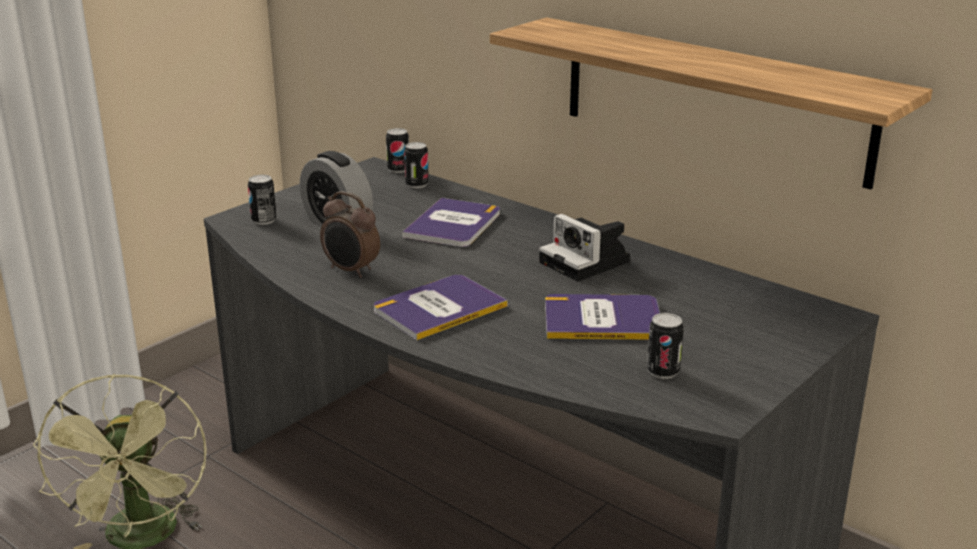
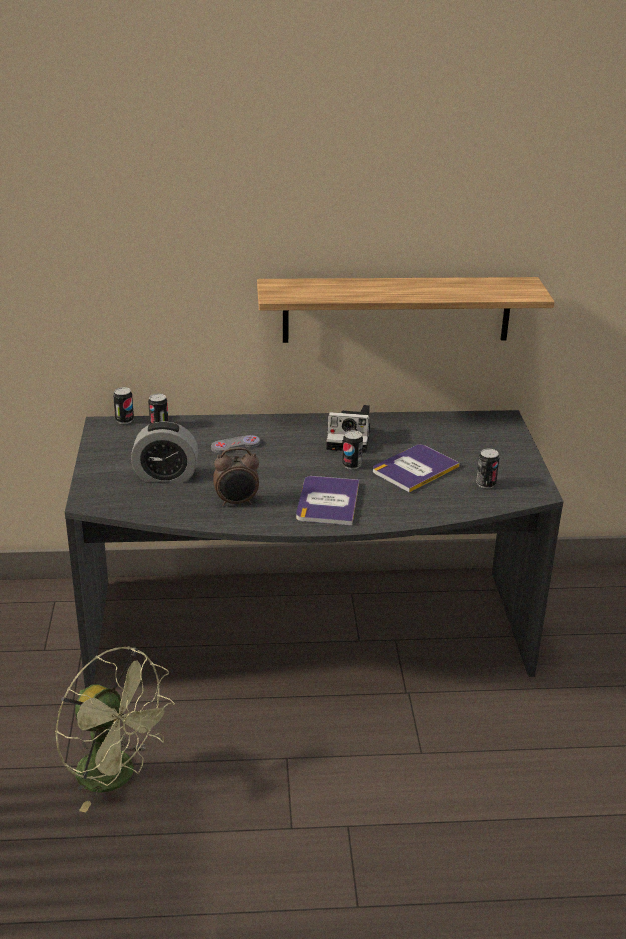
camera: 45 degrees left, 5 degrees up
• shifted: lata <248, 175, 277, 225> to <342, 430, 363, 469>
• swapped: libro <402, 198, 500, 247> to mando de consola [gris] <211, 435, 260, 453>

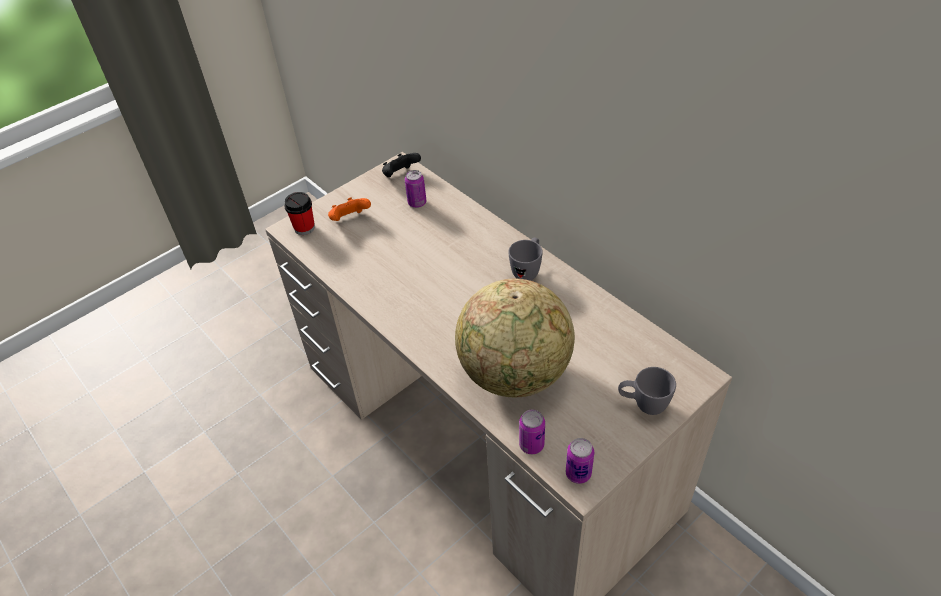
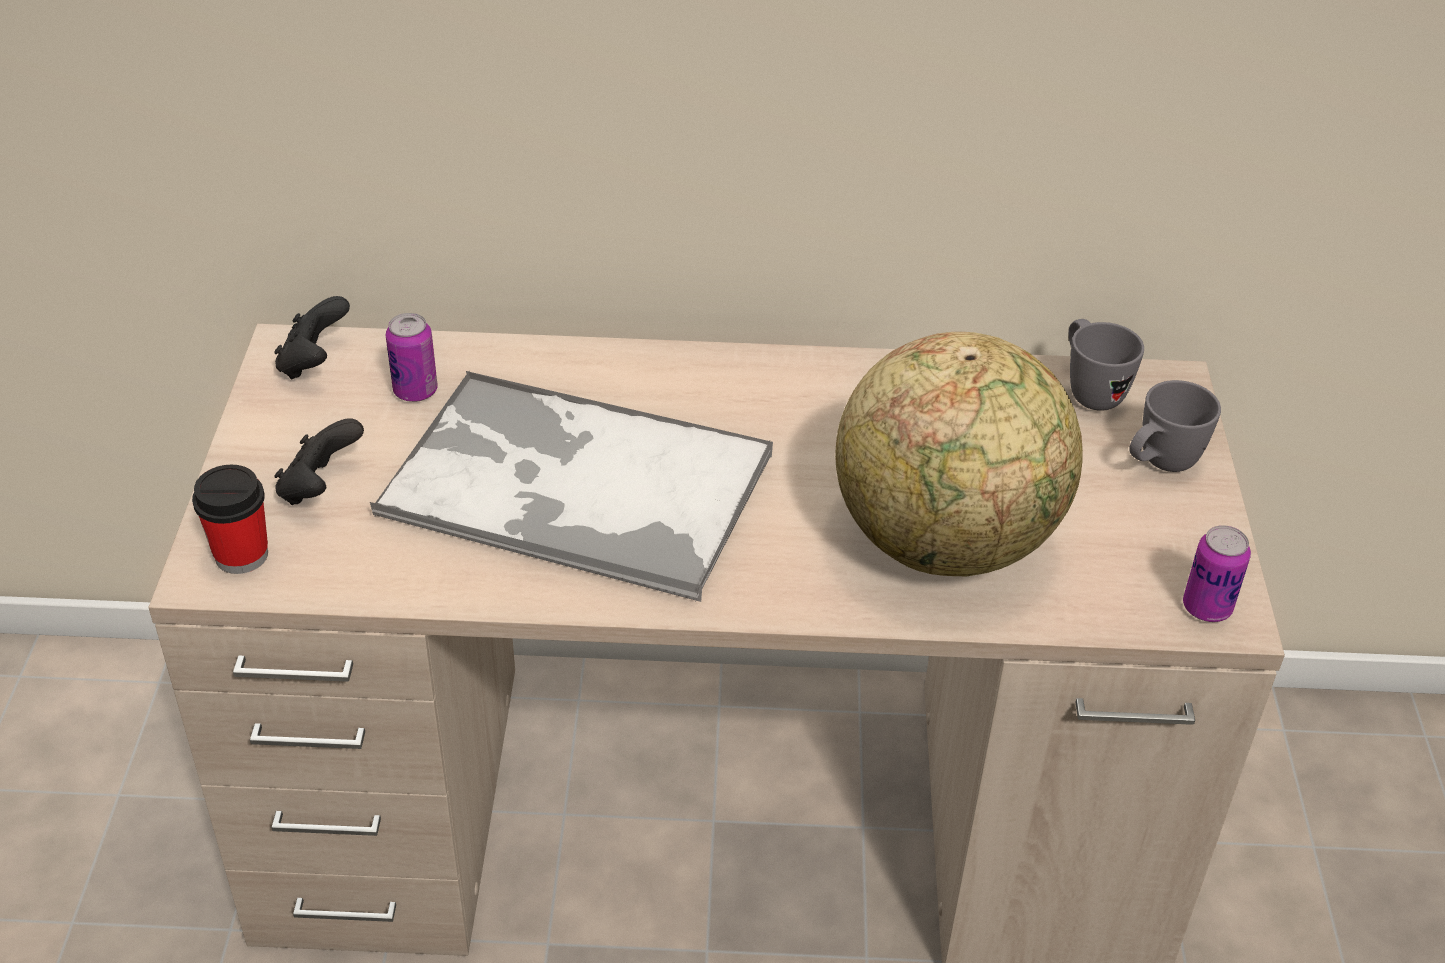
camera: 50 degrees left, 5 degrees down
• repainted: mando de consola [naranja] <328, 198, 371, 221> to mando de consola [negro] <274, 418, 364, 505>
• shifted: taza grande [gris] <508, 237, 543, 281> to <1069, 319, 1144, 411>
• gone: lata <519, 409, 545, 454>
• new: bandeja <370, 371, 773, 602>

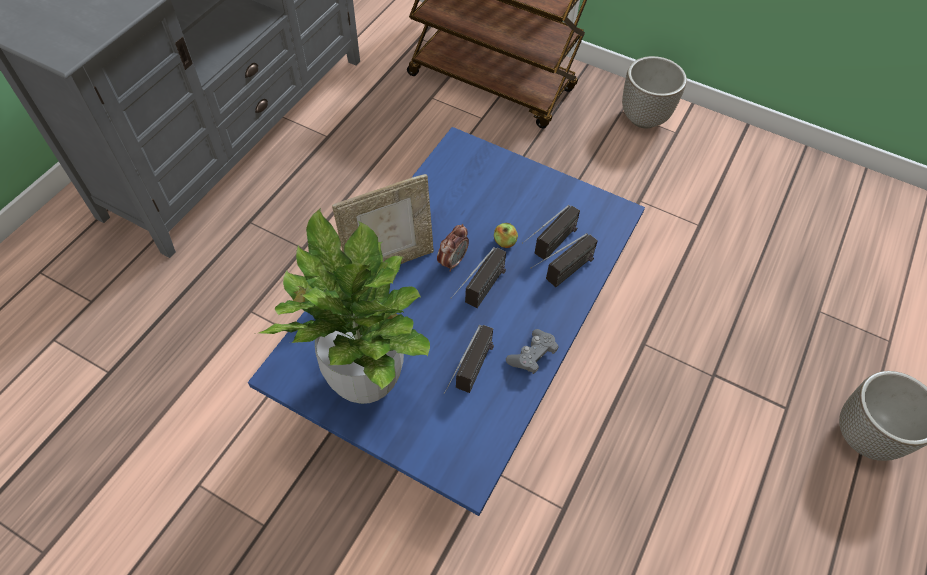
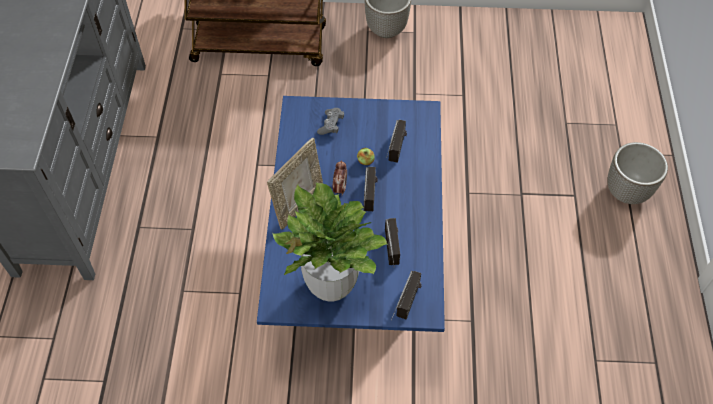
camera: 25 degrees left, 0 degrees up
• shifted: mando de consola [gris] <506, 329, 558, 374> to <317, 108, 344, 135>
• shifted: radio <530, 233, 598, 287> to <391, 271, 422, 321>

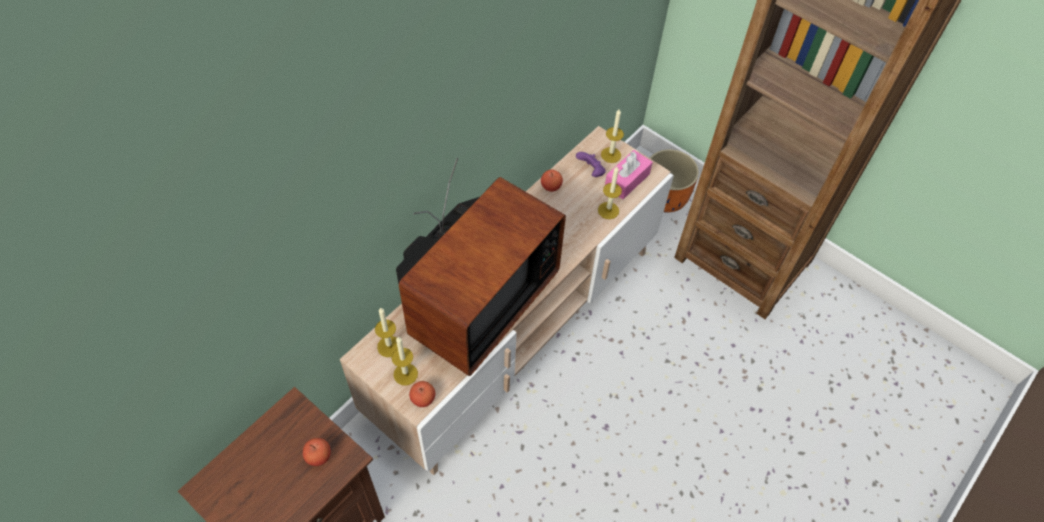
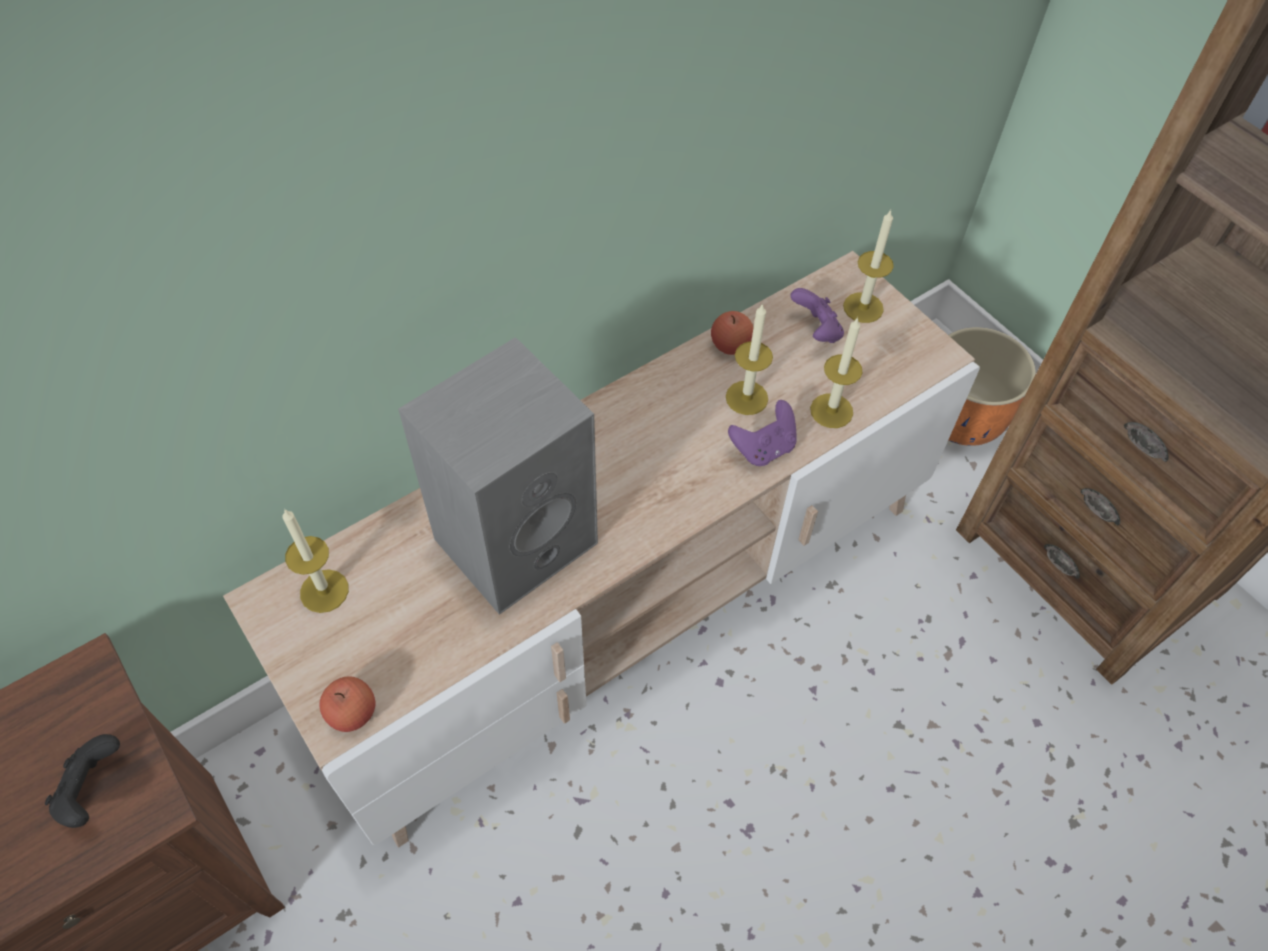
camera: 15 degrees right, 0 degrees up
• swapped: manzana <303, 438, 331, 466> to mando de consola [negro] <45, 734, 120, 828>
• shifted: vela <392, 336, 418, 386> to <726, 303, 773, 415>
• swapped: televisor <396, 158, 566, 376> to altavoz [gris] <398, 337, 598, 615>
• gone: caja de pañuelos [rosa] <605, 150, 653, 199>
• new: mando de consola [morado] <728, 400, 797, 466>

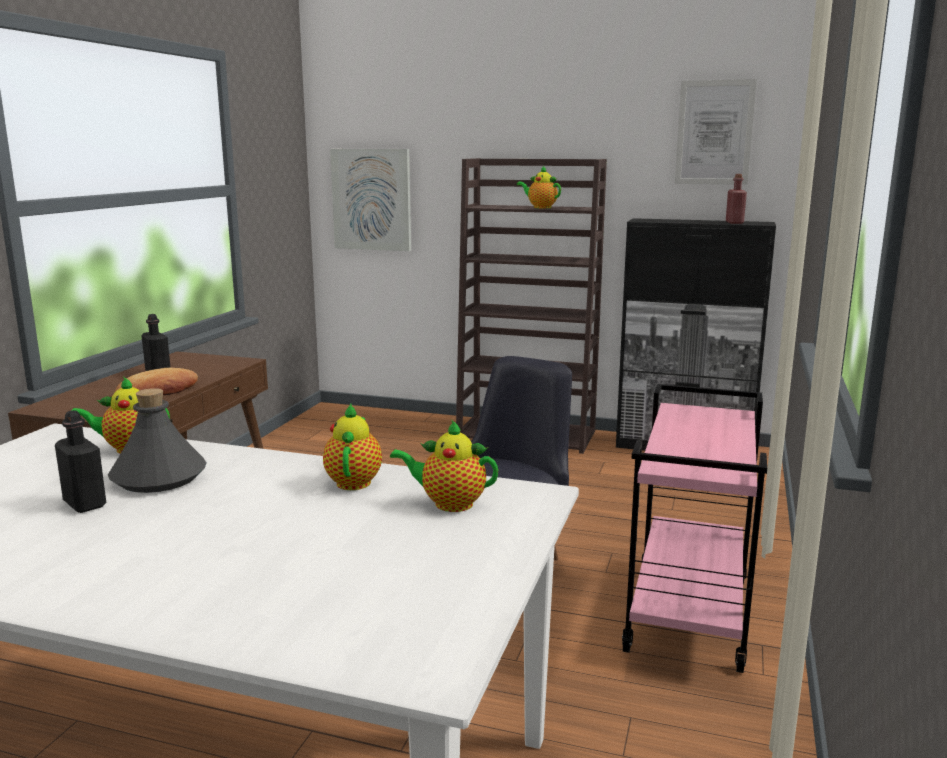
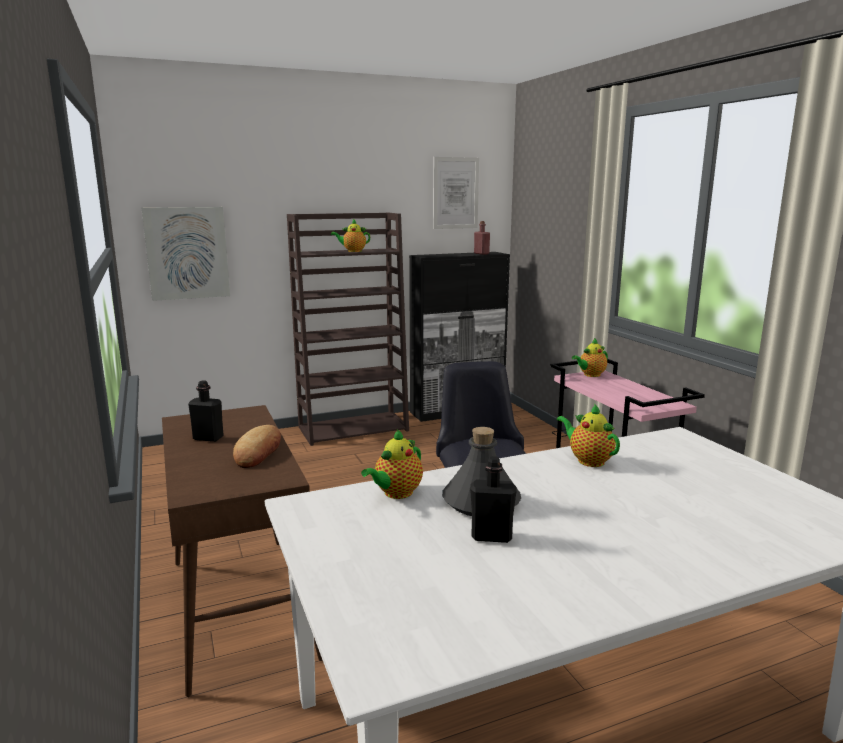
camera: 40 degrees left, 0 degrees up
• shifted: tetera <390, 420, 498, 512> to <572, 338, 608, 377>

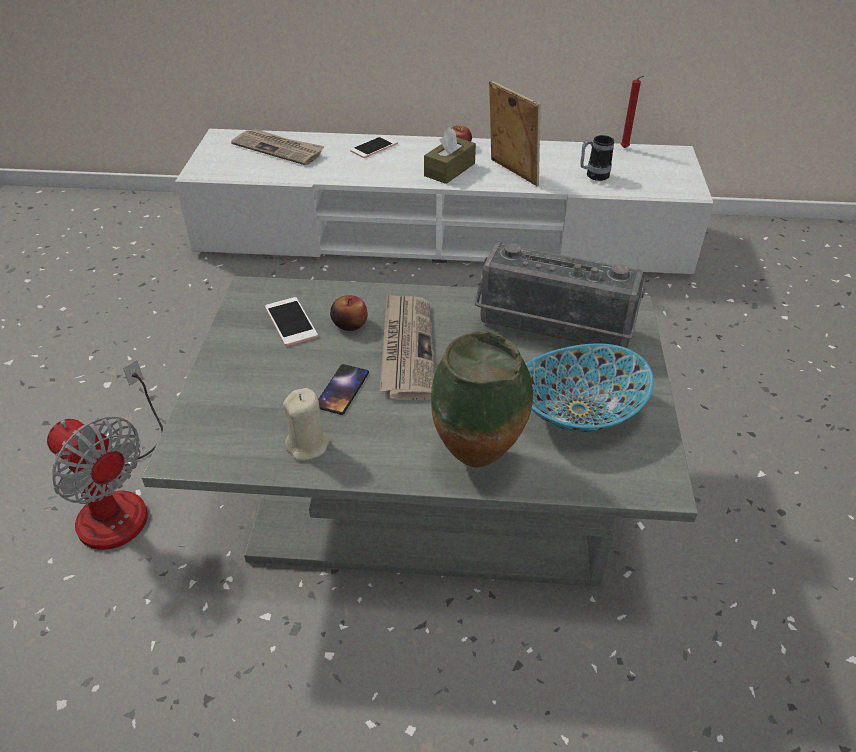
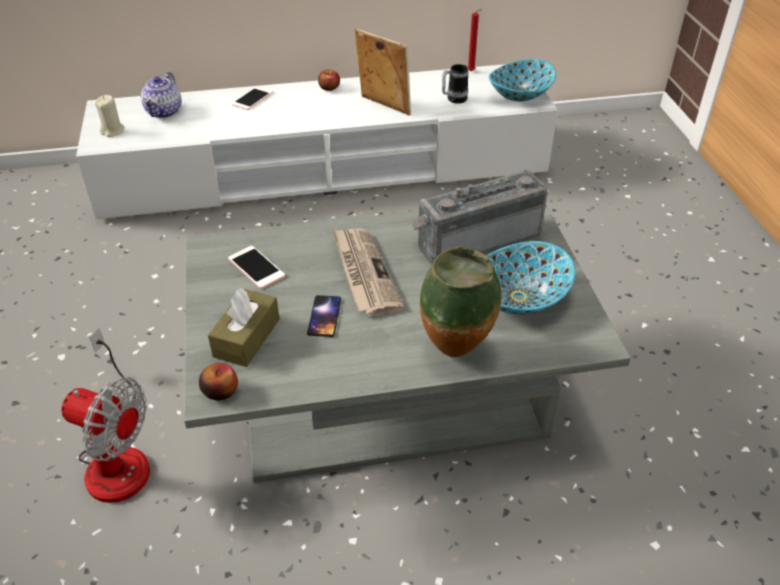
camera: 15 degrees left, 0 degrees up
• swapped: periódico <231, 129, 325, 165> to tetera <141, 72, 182, 118>
• shifted: vela [beis] <283, 388, 330, 461> to <95, 95, 125, 137>
• shifted: manzana <330, 295, 368, 331> to <199, 363, 238, 401>
• shifted: caja de pañuelos [marrón] <424, 127, 476, 184> to <208, 288, 279, 367>
• rotated: radio <475, 242, 645, 348> = <411, 170, 548, 264> 150 degrees clockwise
• new: cuenco <489, 59, 556, 102>

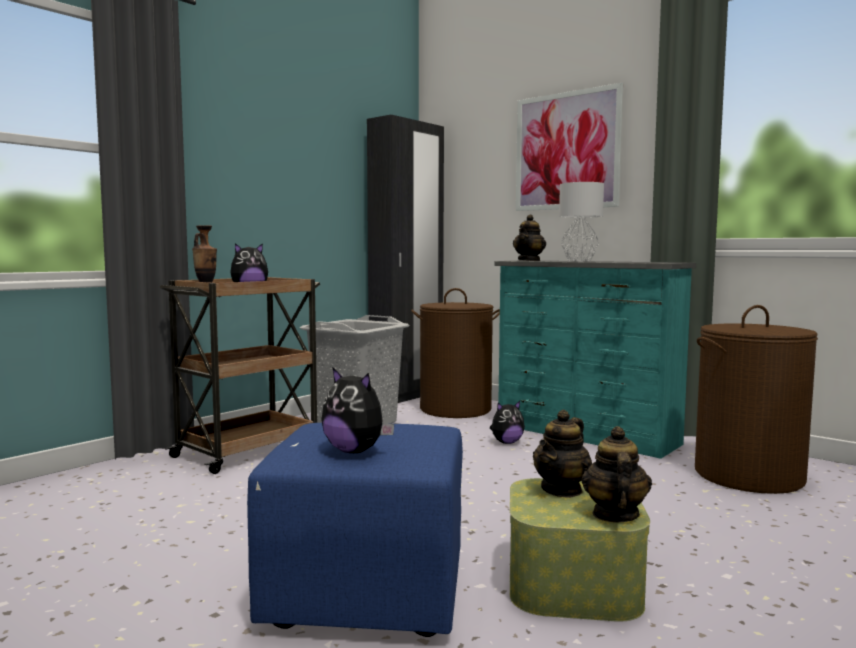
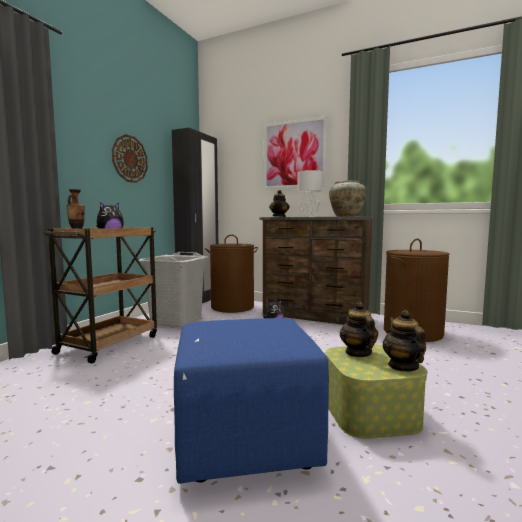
camera: 15 degrees left, 0 degrees up
• gone: peluche <321, 368, 394, 453>
• repainted: cómoda [turquesa] <494, 260, 696, 459> to cómoda [marrón] <259, 216, 375, 325>
• rotated: tetera <533, 409, 592, 498> = <340, 302, 378, 357> 150 degrees clockwise
• new: reloj de pared <112, 134, 148, 183>
• new: florero [beis] <329, 180, 366, 217>

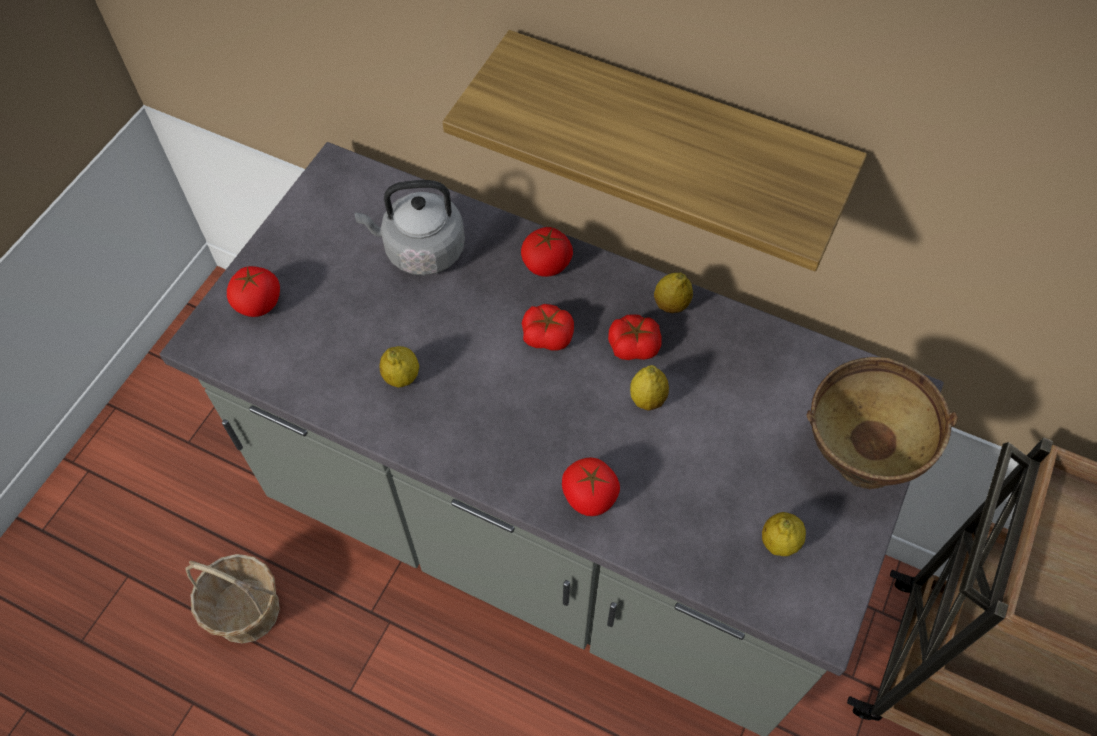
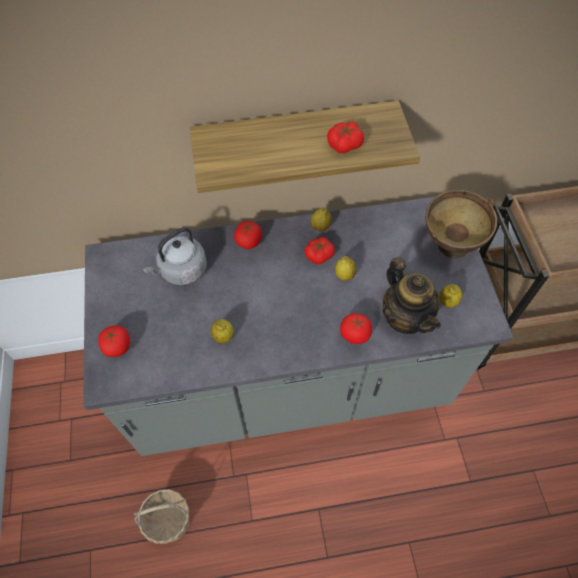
camera: 35 degrees left, 0 degrees up
• shifted: tomate <522, 304, 574, 350> to <327, 122, 364, 153>
• new: tetera <382, 257, 441, 334>

